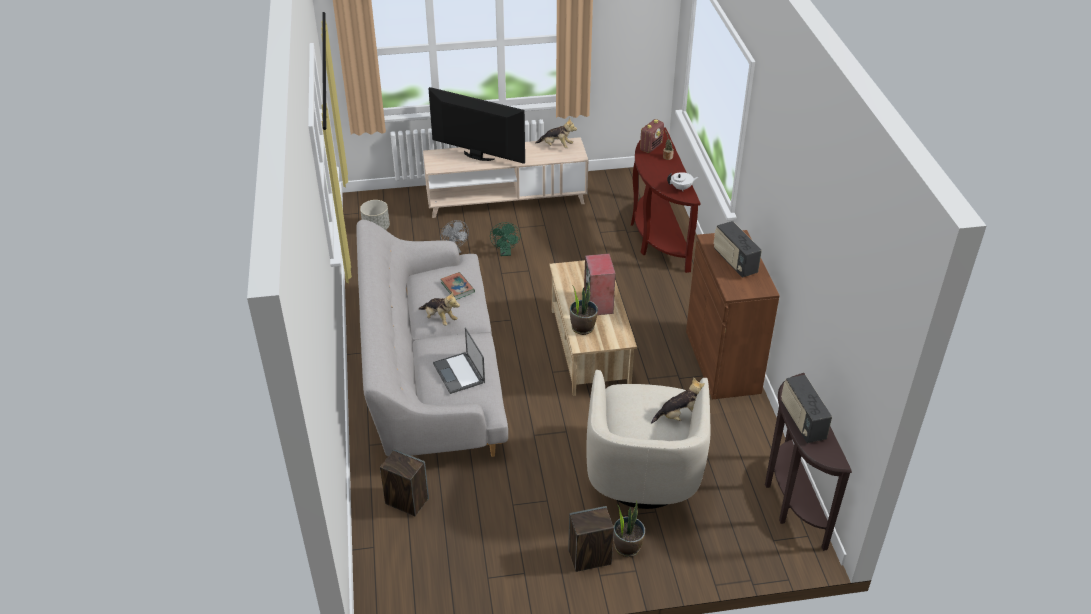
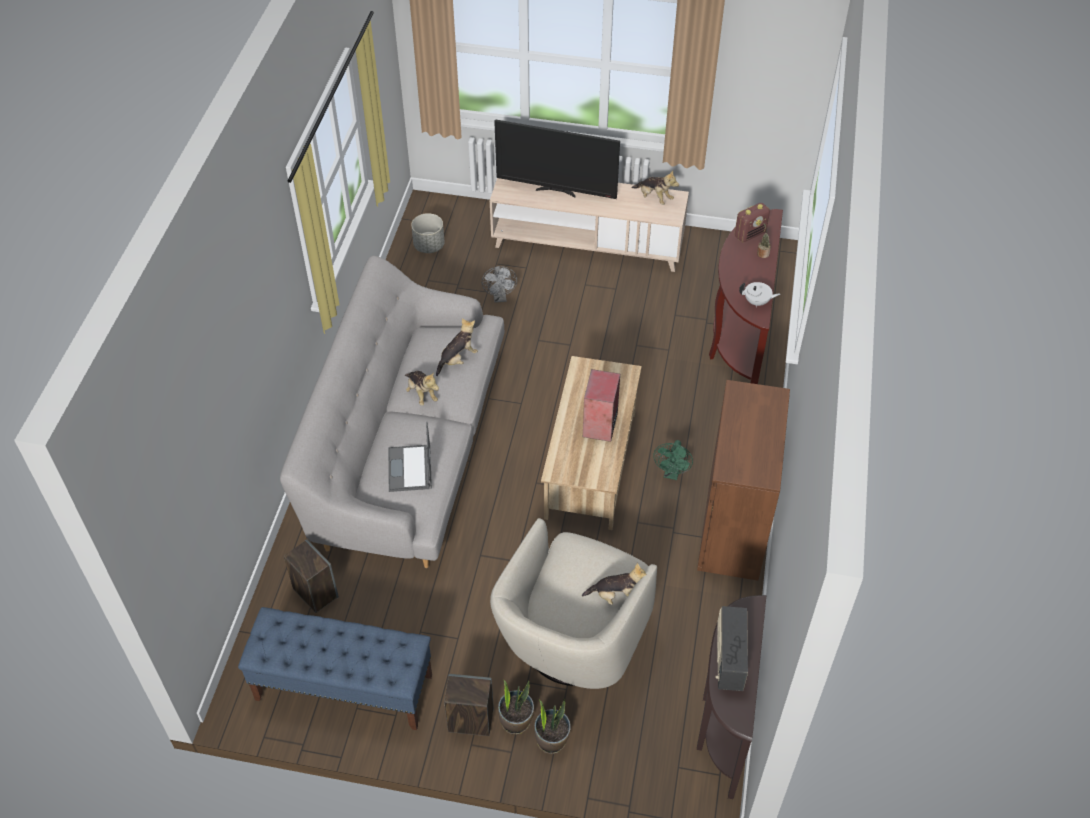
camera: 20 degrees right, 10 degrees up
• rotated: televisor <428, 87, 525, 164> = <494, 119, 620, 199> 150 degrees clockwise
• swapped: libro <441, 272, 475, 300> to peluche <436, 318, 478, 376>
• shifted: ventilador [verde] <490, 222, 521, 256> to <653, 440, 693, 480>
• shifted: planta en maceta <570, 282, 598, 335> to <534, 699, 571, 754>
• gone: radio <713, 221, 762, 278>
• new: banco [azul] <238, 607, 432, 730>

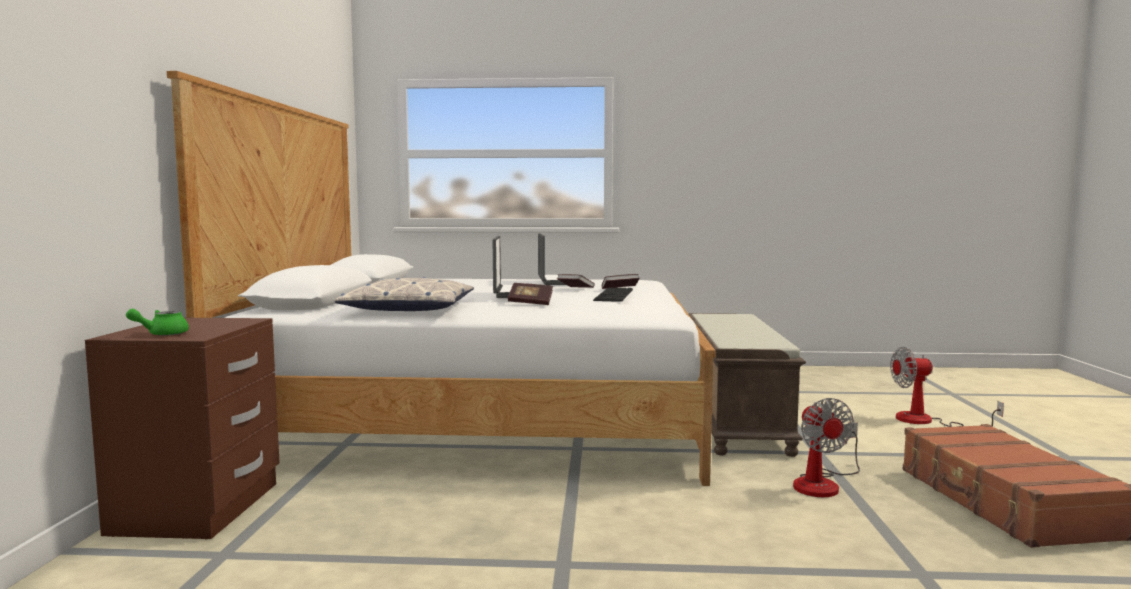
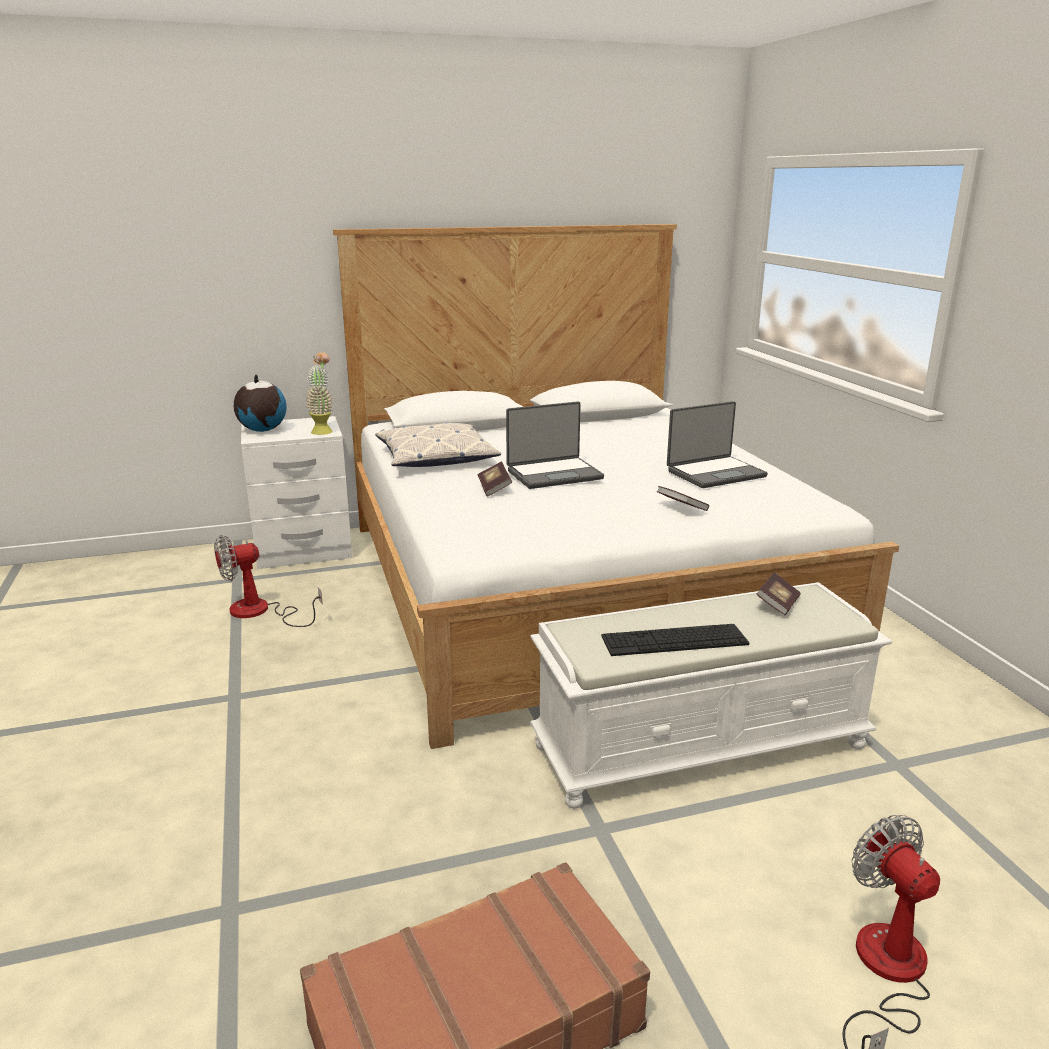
camera: 70 degrees right, 15 degrees up
• repainted: mesita de noche [marrón] <85, 318, 280, 539> to mesita de noche [blanco] <241, 416, 352, 569>
• swapped: tetera [verde] <126, 309, 189, 336> to globo terráqueo <234, 375, 286, 432>
• shifted: libro <557, 274, 595, 288> to <756, 572, 801, 615>
• shifted: teclado <593, 288, 633, 302> to <601, 624, 749, 656>
• repainted: banco [marrón] <689, 313, 806, 457> to banco [blanco] <530, 582, 892, 809>
• shifted: ventilador <793, 398, 860, 497> to <214, 535, 323, 627>
• new: planta en maceta <305, 352, 333, 435>

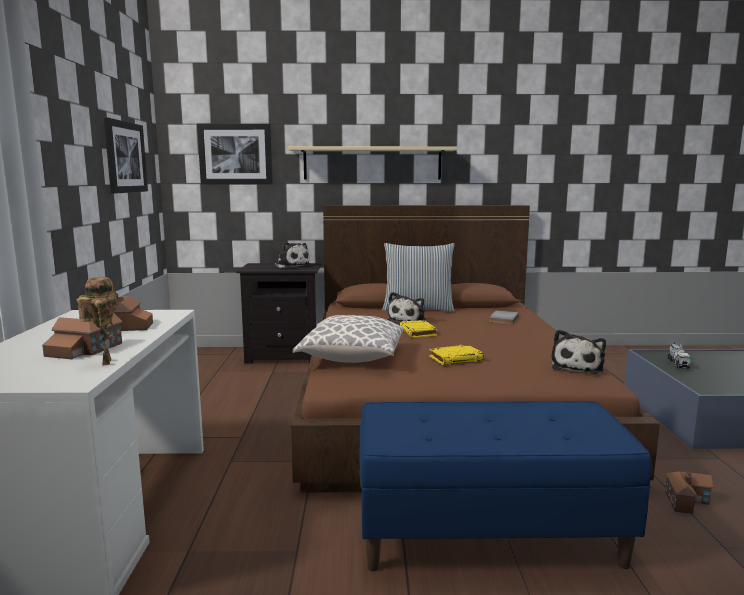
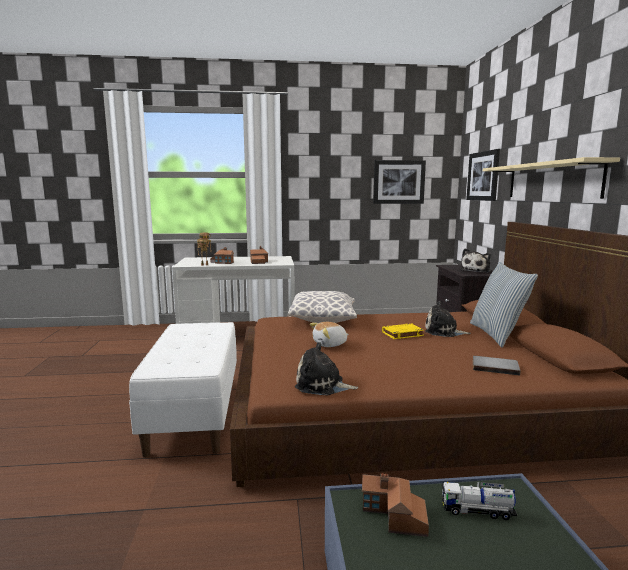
camera: 85 degrees right, 0 degrees up
• repainted: banco [azul] <359, 401, 652, 571> to banco [blanco] <129, 322, 237, 458>
• swapped: libro [amarillo] <429, 344, 484, 365> to peluche <310, 322, 349, 347>
• shifted: casita <665, 471, 714, 514> to <362, 473, 429, 537>

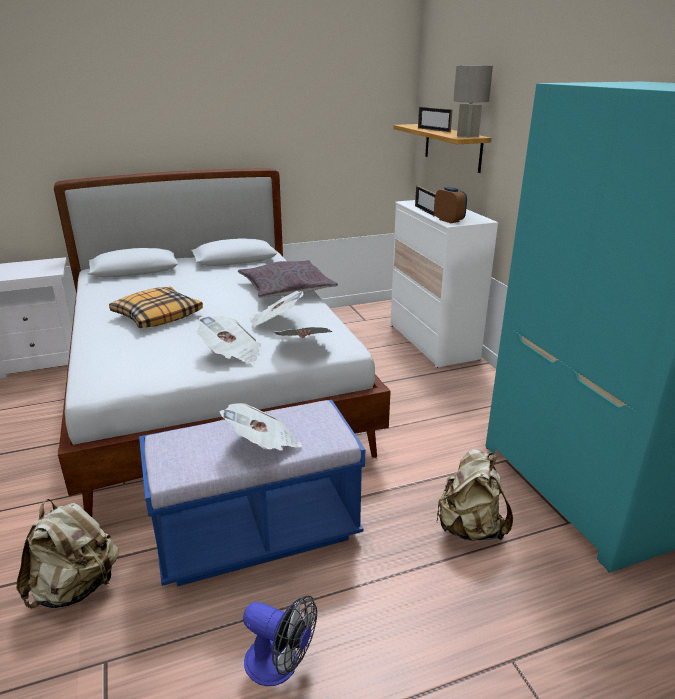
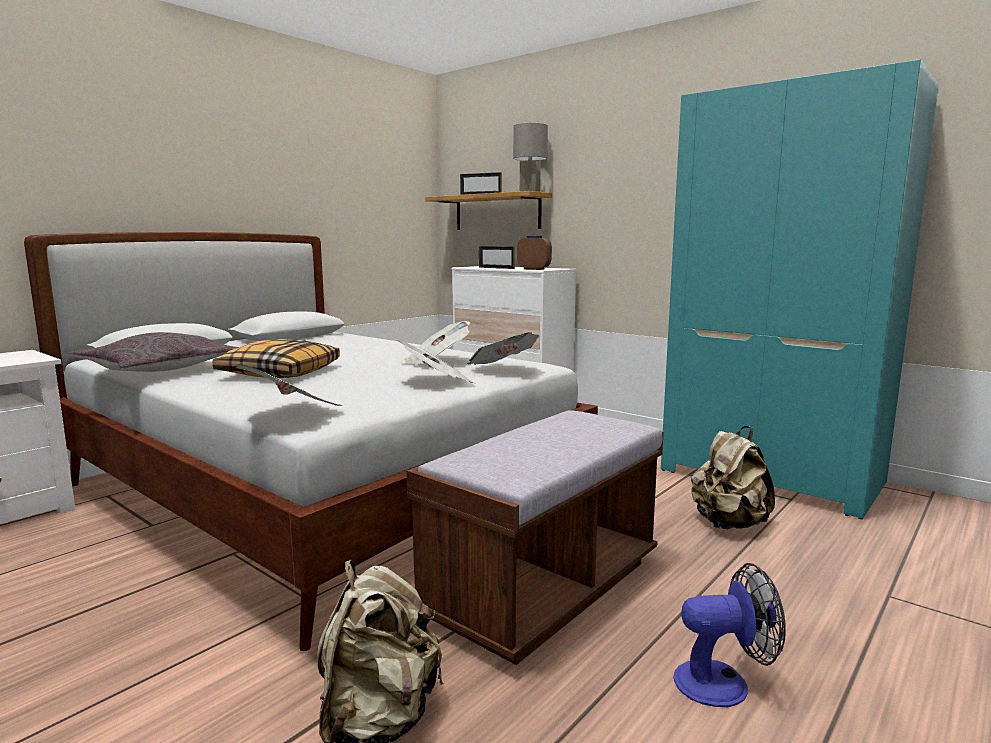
camera: 30 degrees left, 15 degrees down
• repainted: banco [azul] <139, 400, 365, 587> to banco [marrón] <407, 410, 664, 665>
• shifted: periódico <220, 403, 303, 451> to <236, 364, 343, 406>
• shifted: cojín [gris] <238, 260, 338, 298> to <69, 332, 239, 372>

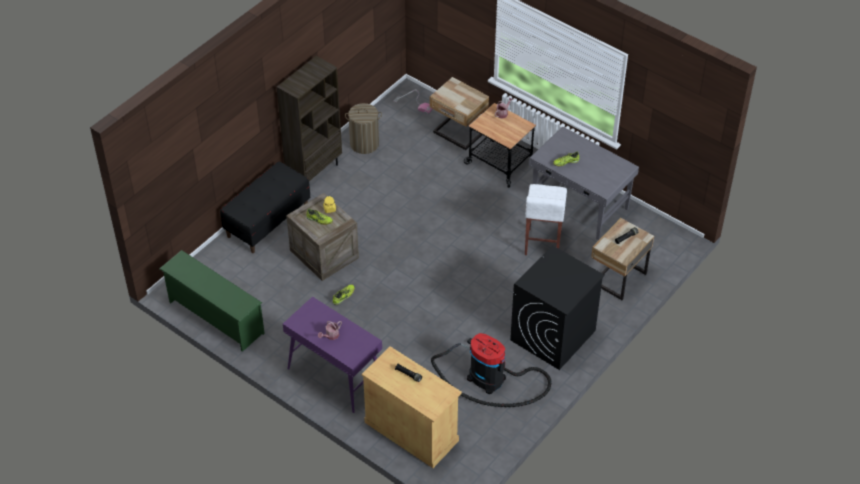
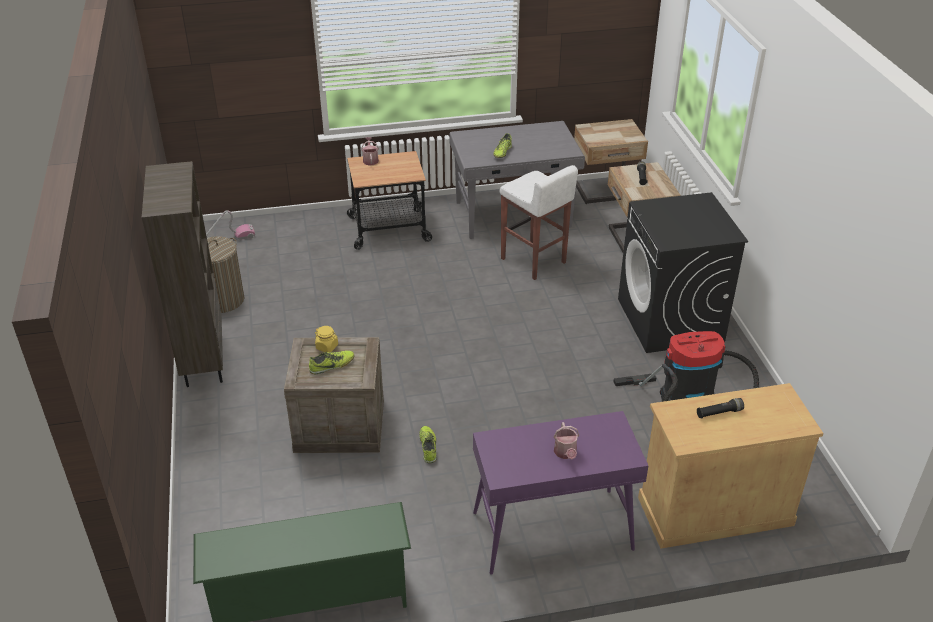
camera: 50 degrees left, 10 degrees down
• gone: banco [negro] <220, 161, 310, 253>
• shifted: mesita de noche [beis] <430, 77, 489, 150> to <574, 119, 648, 204>

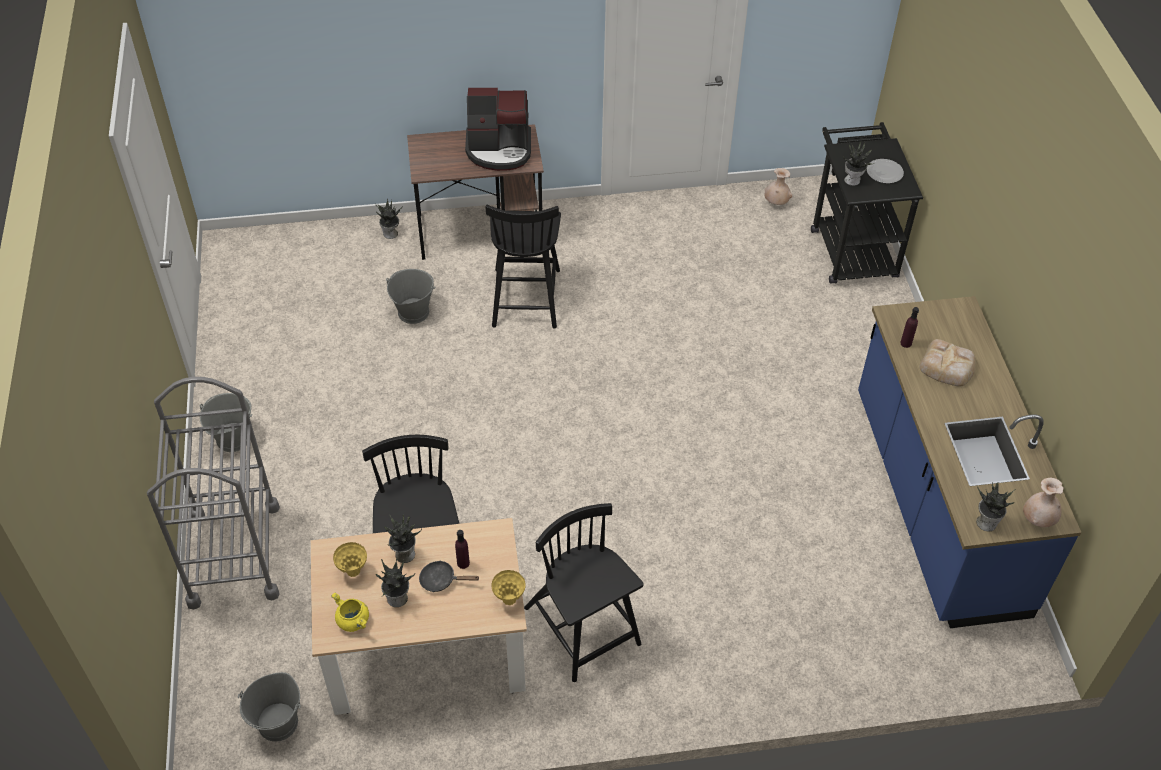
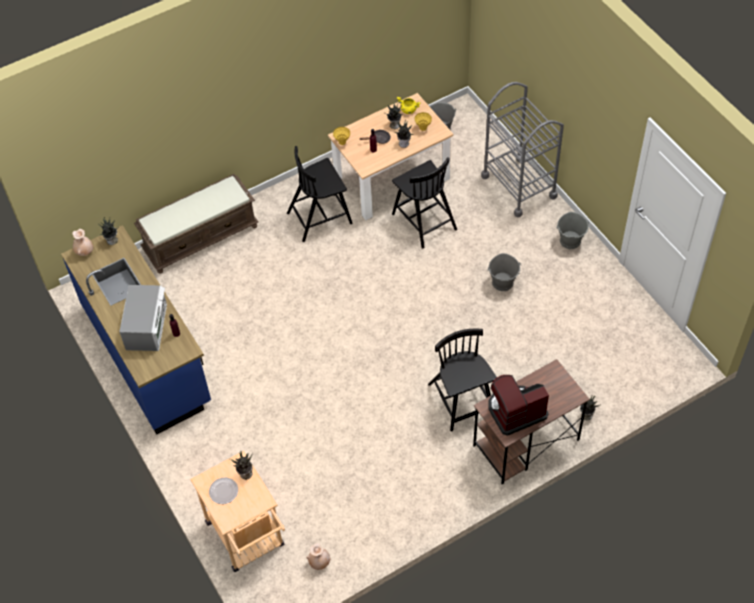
camera: 160 degrees right, 5 degrees up
• shifted: cubo [gris] <386, 269, 435, 324> to <487, 253, 522, 291>
• rotated: silla [negro] <524, 503, 644, 682> = <287, 146, 352, 242> 120 degrees clockwise
• repainted: carrito [negro] <811, 122, 923, 284> to carrito [beis] <190, 451, 285, 572>
• swapped: pan <919, 339, 976, 387> to microondas <119, 285, 167, 351>
• new: banco [marrón] <134, 174, 258, 274>

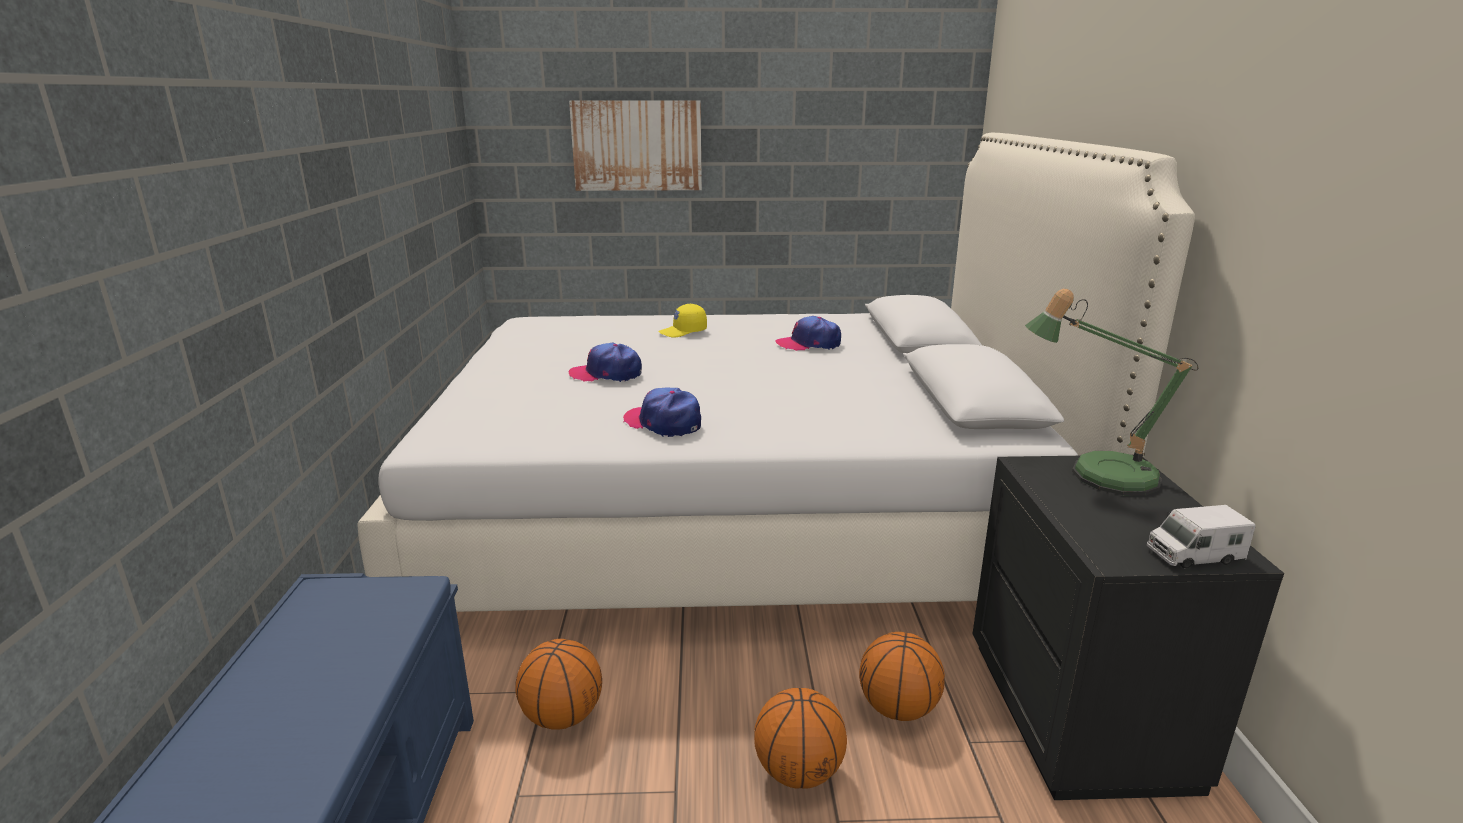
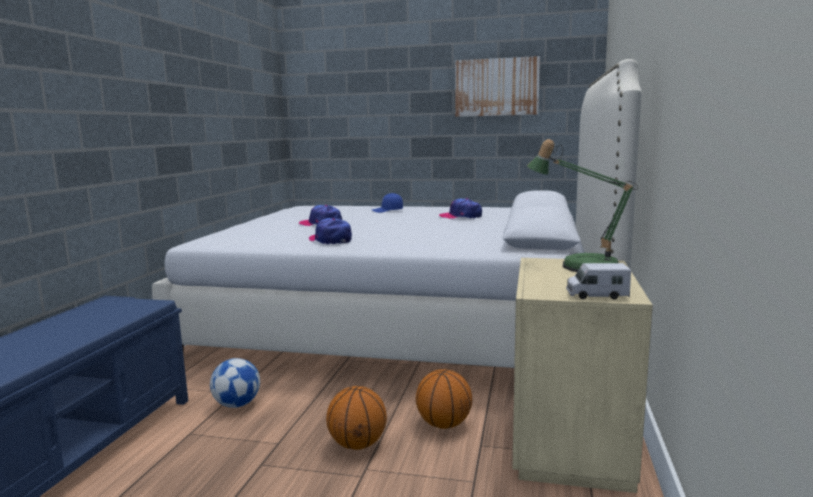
camera: 15 degrees right, 10 degrees down
• swapped: balón de baloncesto <515, 639, 602, 730> to balón de fútbol <210, 358, 260, 408>
• shifted: cuadro <569, 100, 702, 191> to <455, 56, 540, 117>
• repainted: gorra [amarillo] <658, 304, 707, 338> to gorra [azul] <372, 193, 403, 213>
• repainted: mesita de noche [negro] <973, 456, 1284, 800> to mesita de noche [beis] <513, 258, 653, 493>

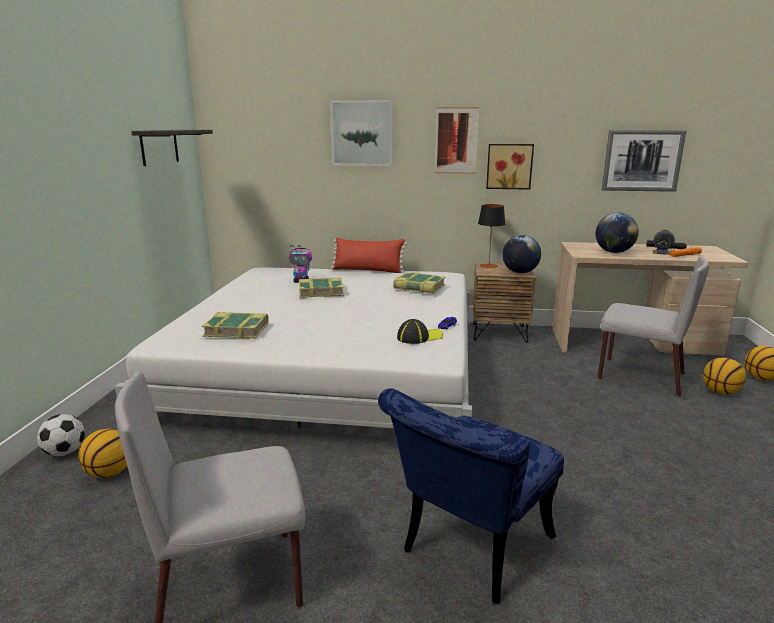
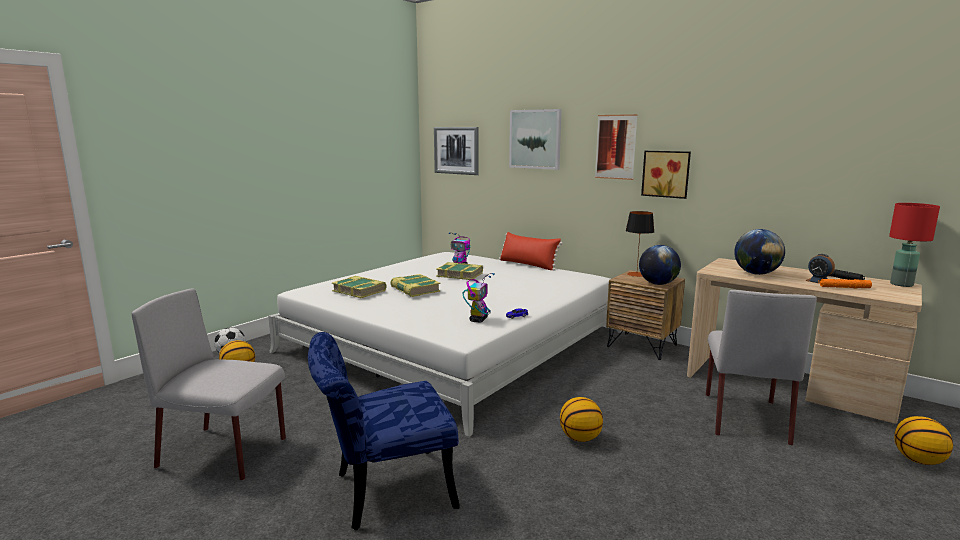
camera: 30 degrees right, 5 degrees down
• gone: estante <131, 130, 213, 166>
• shifted: libro <393, 272, 446, 294> to <390, 274, 441, 297>
• swapped: gorra <397, 319, 443, 344> to robot de juguete <463, 273, 495, 322>
• rotated: silla [gris] <598, 256, 709, 397> = <706, 290, 817, 446> 45 degrees clockwise
• shifted: cuadro <602, 130, 686, 192> to <434, 127, 478, 175>
• shifted: balón de baloncesto <703, 358, 746, 395> to <560, 397, 603, 442>
• new: lámpara de mesa [rojo] <889, 203, 940, 287>

